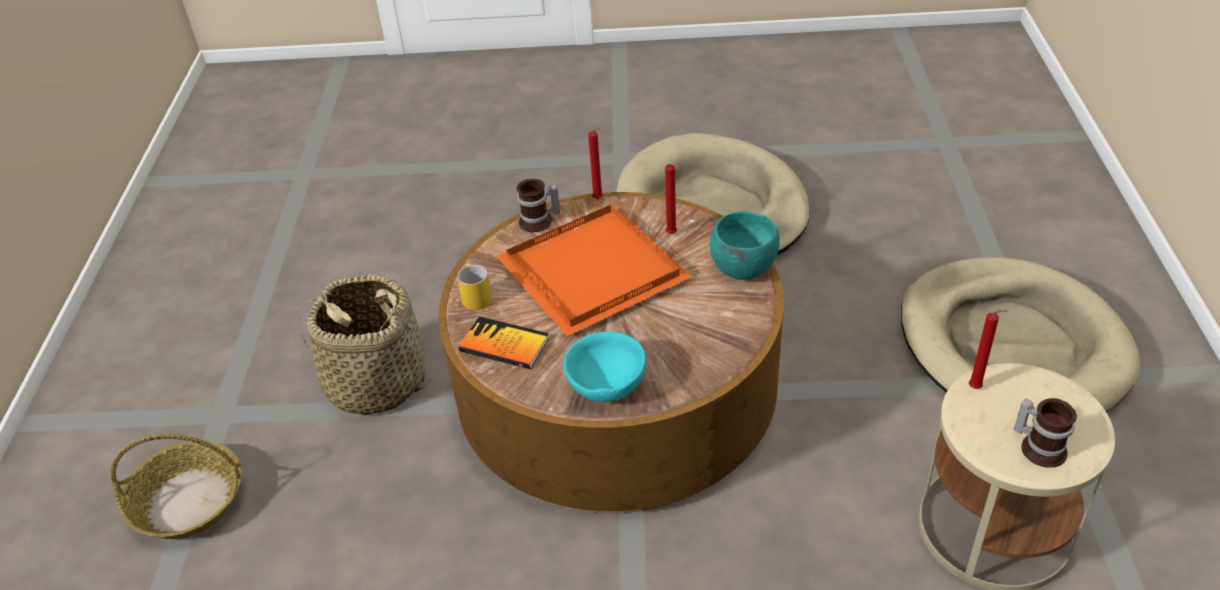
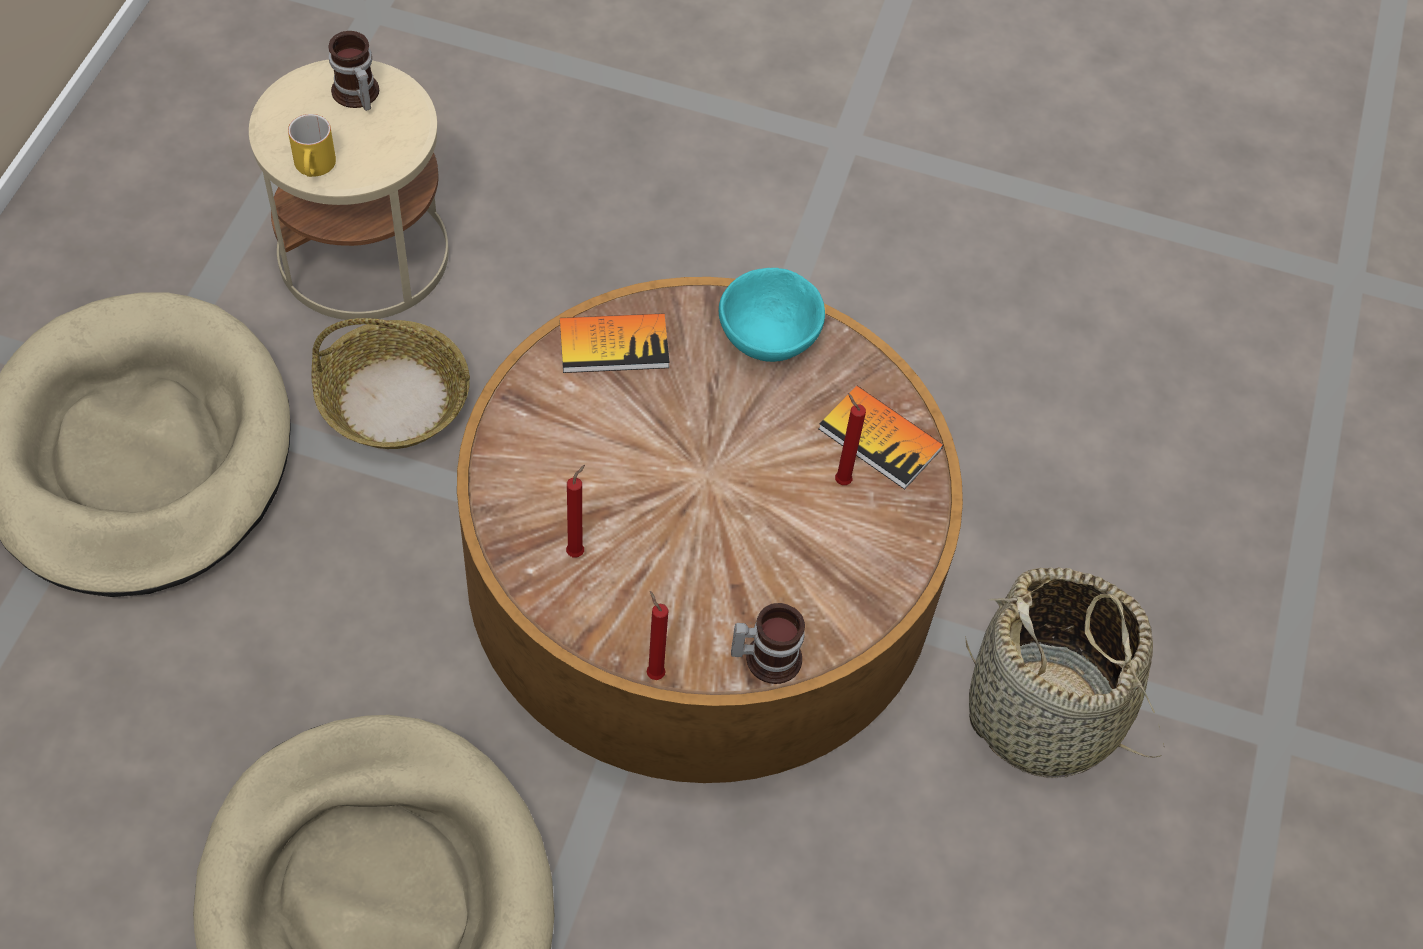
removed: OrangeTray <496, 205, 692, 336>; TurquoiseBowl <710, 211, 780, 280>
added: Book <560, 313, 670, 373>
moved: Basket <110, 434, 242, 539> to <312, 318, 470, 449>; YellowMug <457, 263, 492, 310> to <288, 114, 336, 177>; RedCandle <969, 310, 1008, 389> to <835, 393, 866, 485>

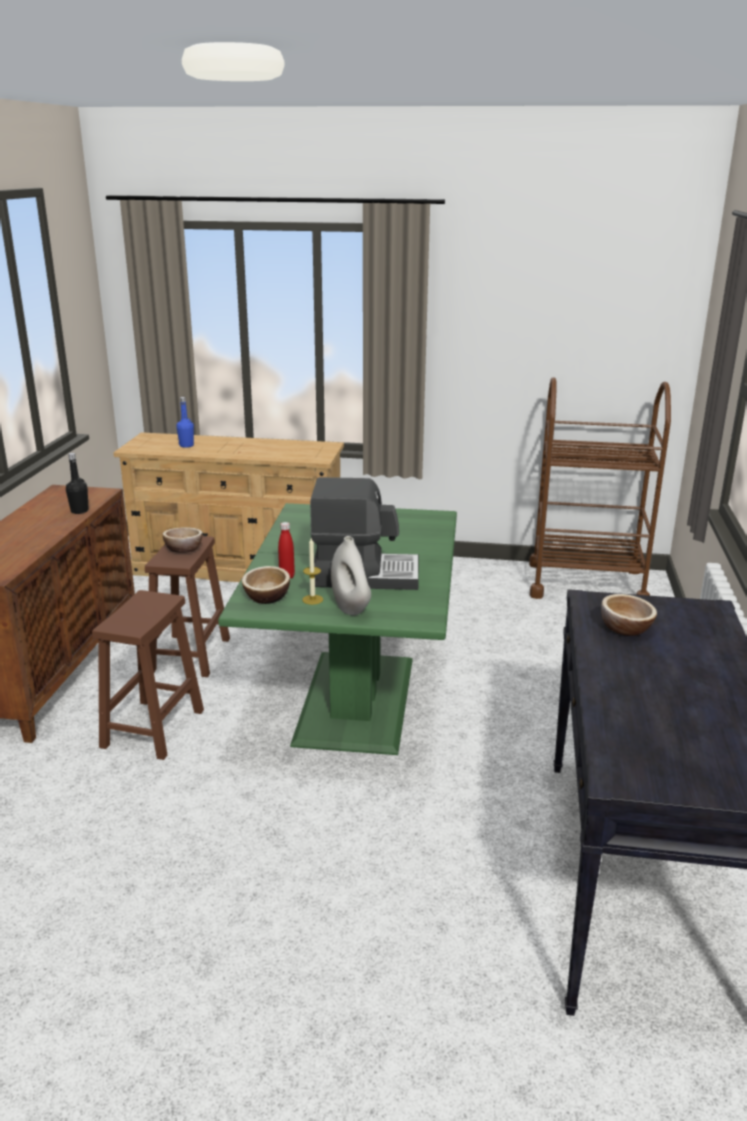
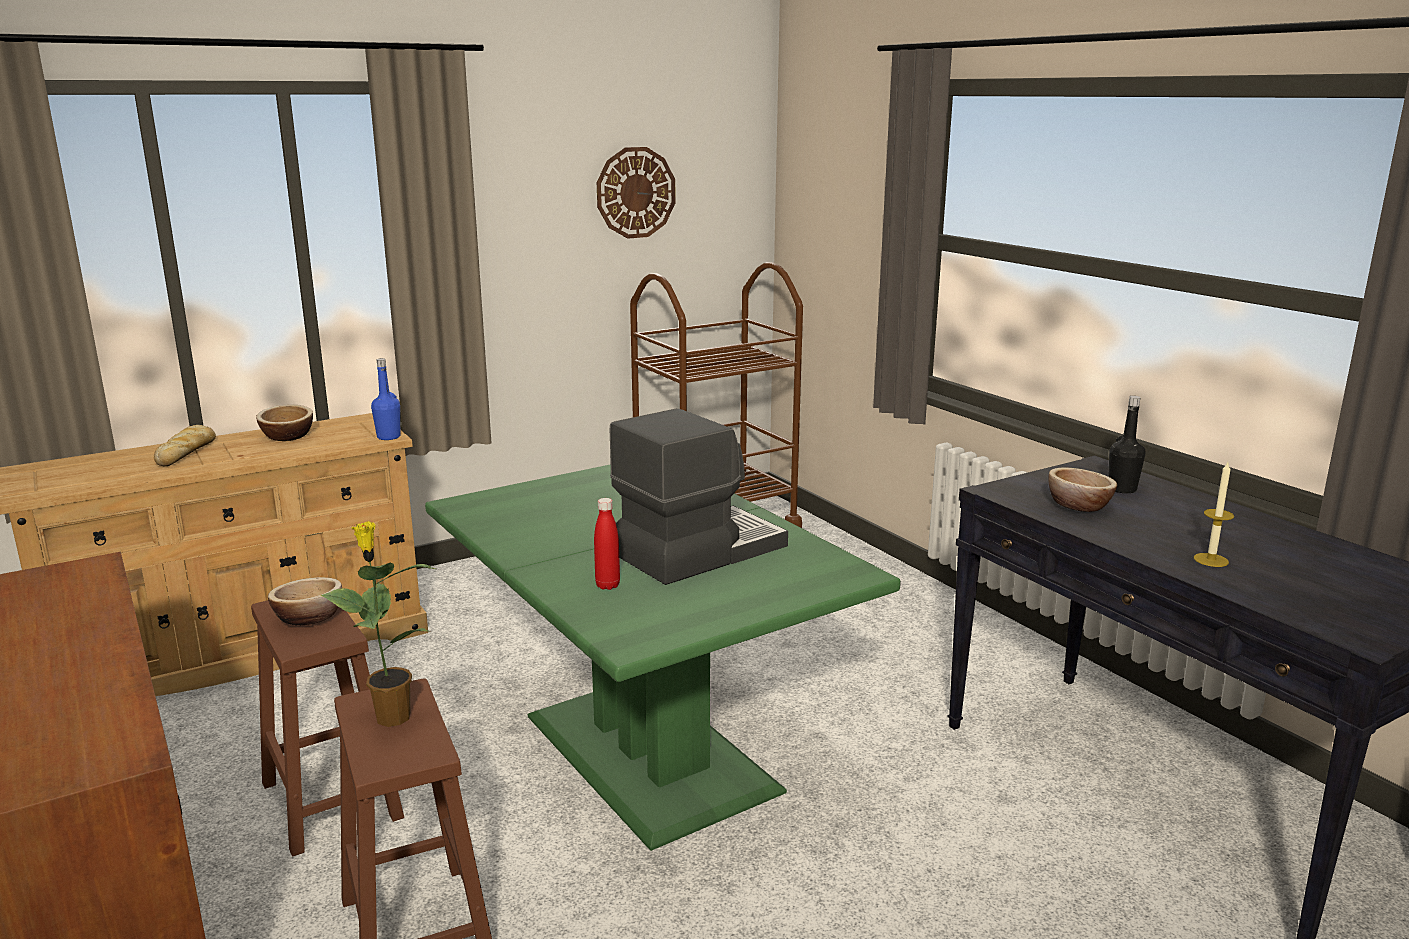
removed: WhiteVase <331, 536, 371, 615>
added: Bread <154, 425, 216, 466>; PottedPlant <321, 521, 435, 727>; WallClock <597, 147, 676, 239>
moved: BlackBottle <66, 453, 88, 514> to <1108, 396, 1145, 494>; BlueBottle <176, 397, 194, 448> to <371, 358, 400, 440>; Bowl <242, 566, 290, 604> to <256, 405, 313, 441>; Candle <303, 538, 323, 605> to <1194, 462, 1234, 567>

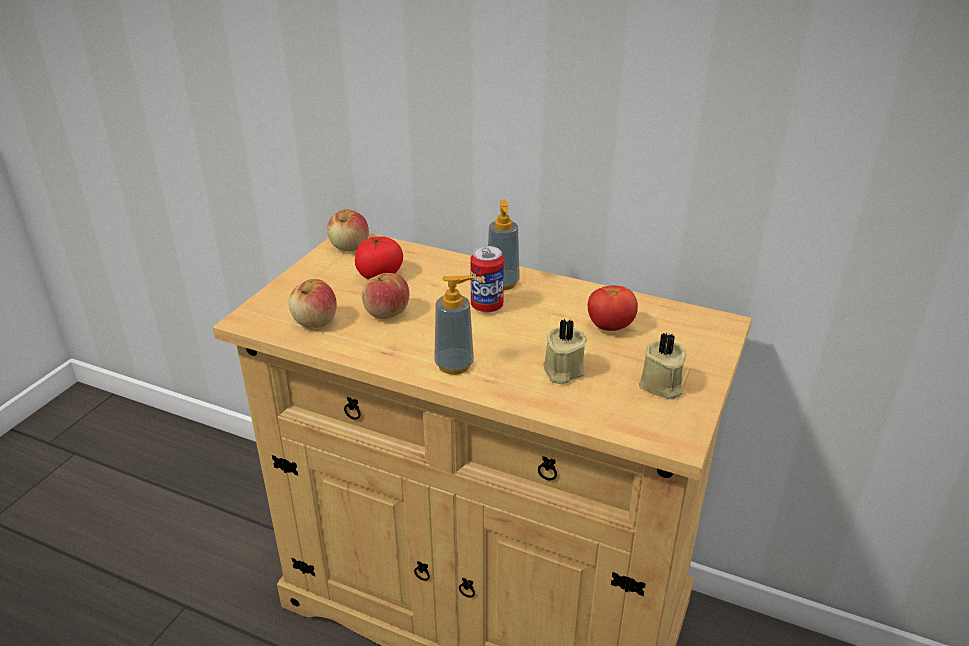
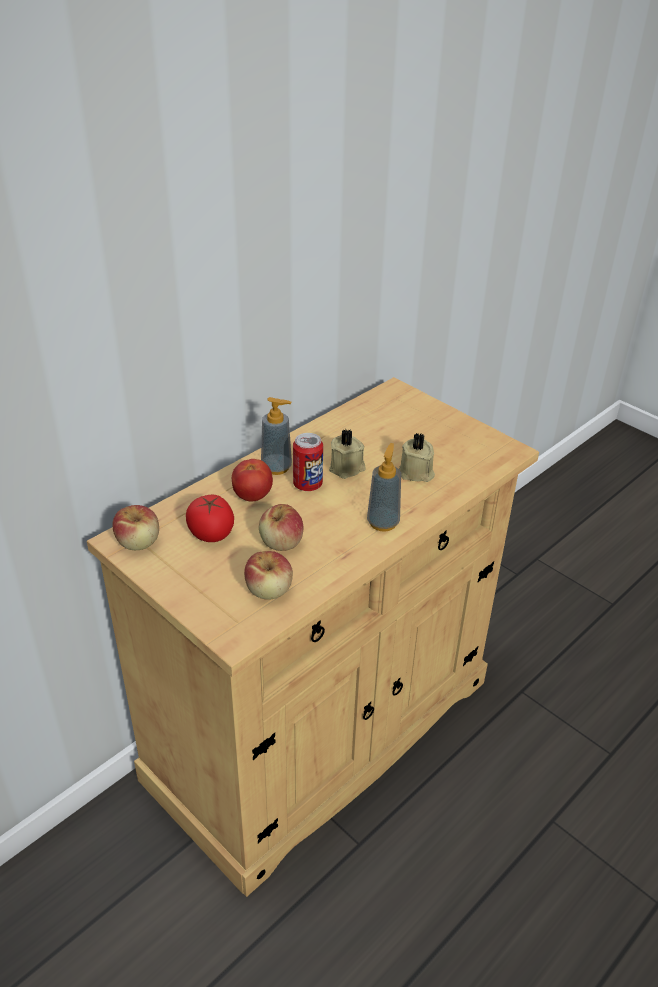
moved: Tomato <588, 285, 638, 331> to <232, 459, 273, 501>; BeigeCandle <639, 332, 687, 399> to <329, 429, 366, 479>

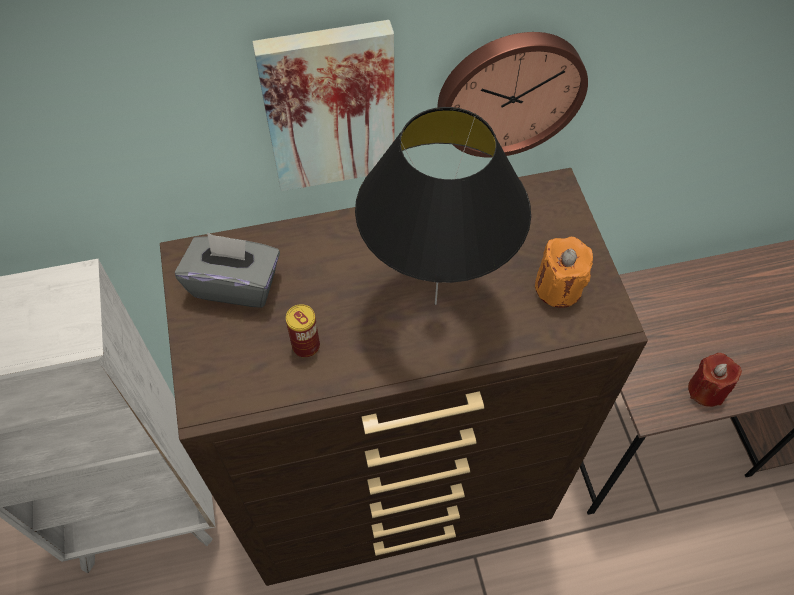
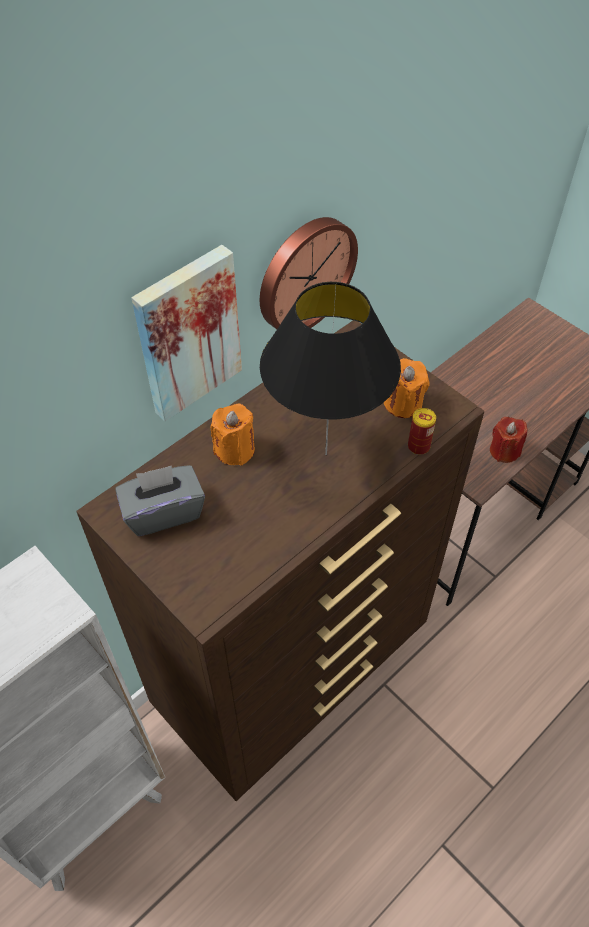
added: OrangeCandle <211, 403, 255, 465>
moved: Can <286, 304, 320, 358> to <408, 408, 436, 455>

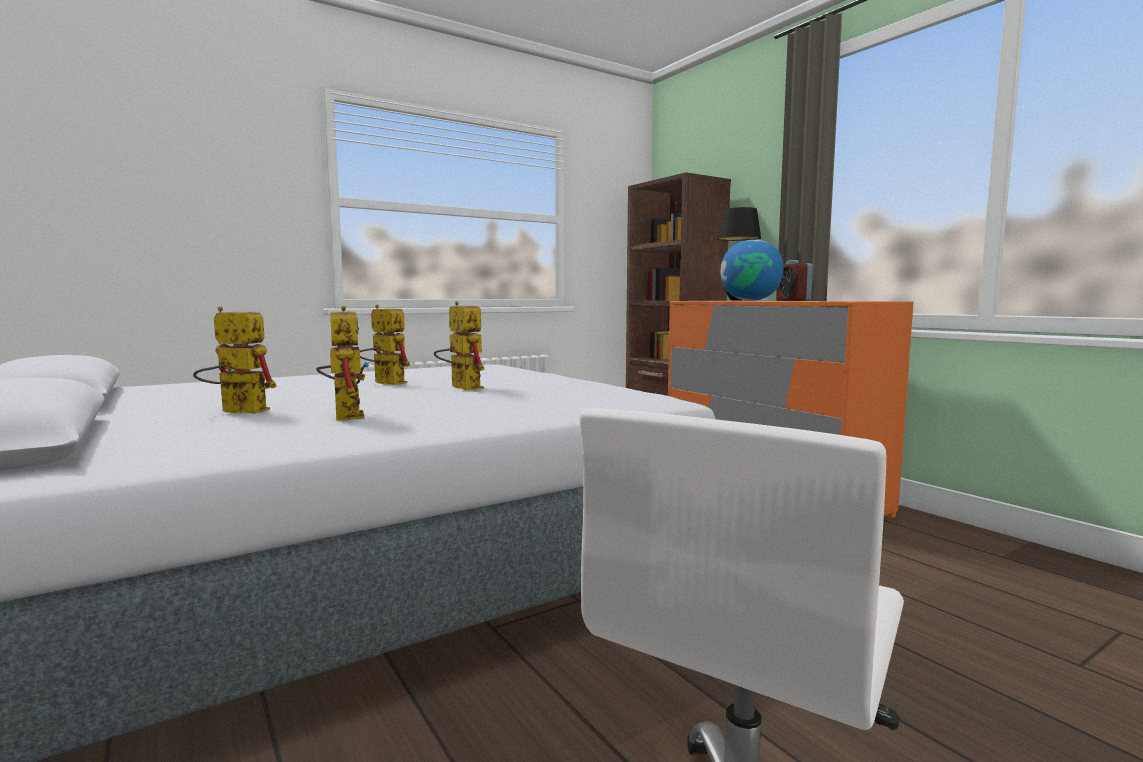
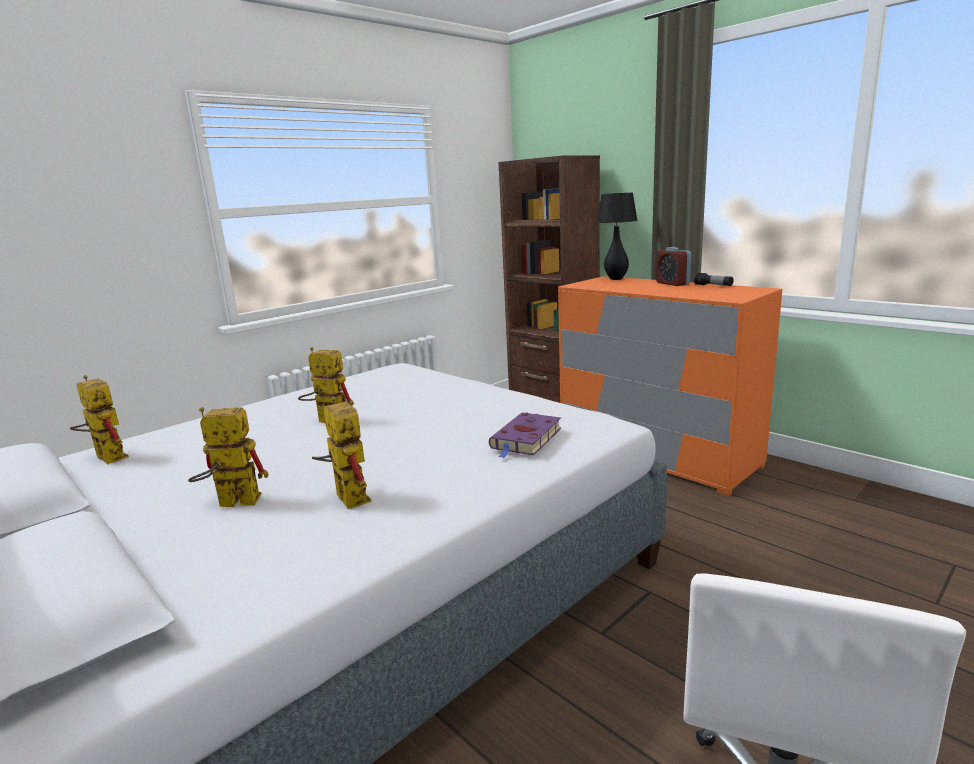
removed: Globe <720, 240, 783, 301>
added: PurpleBook <489, 412, 561, 458>; Flashlight <694, 273, 734, 286>
moved: ToyRobot <434, 301, 485, 391> to <70, 375, 129, 464>

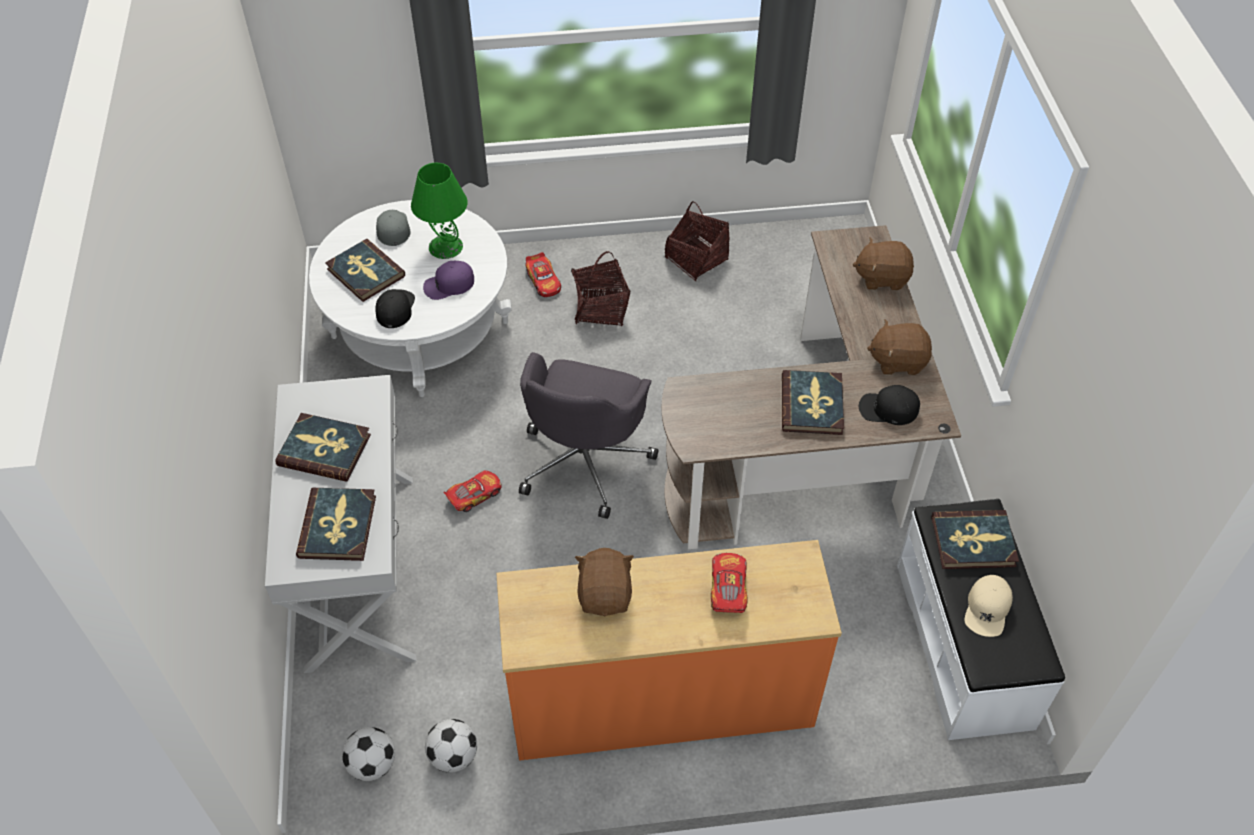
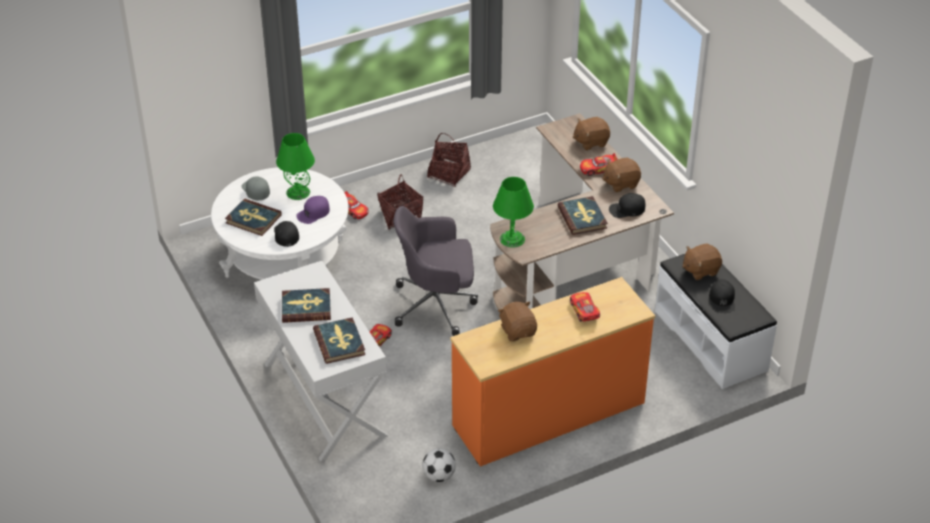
removed: Football <342, 727, 395, 781>
added: GreenTableLamp <493, 177, 534, 248>; ToyCar <580, 153, 618, 176>
replaced: Book <931, 510, 1019, 569> to BrownPlushToy <682, 243, 722, 280>
recoloured: BeigeCap <964, 575, 1013, 637> to BlackCap <709, 279, 735, 313>
turned: GreyOfficeChair <519, 352, 658, 519> = <393, 206, 478, 336> 90 degrees clockwise

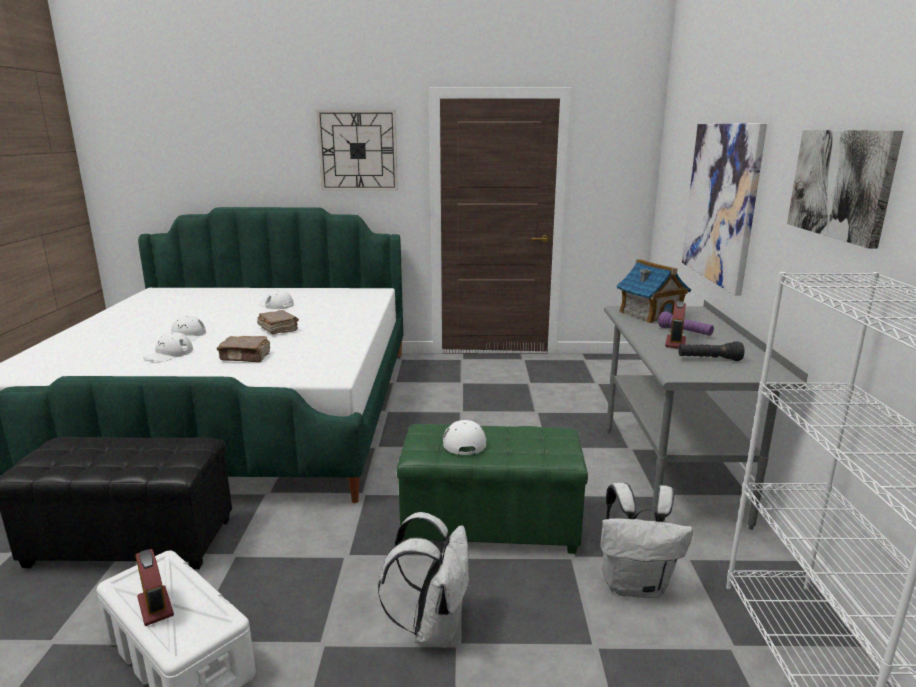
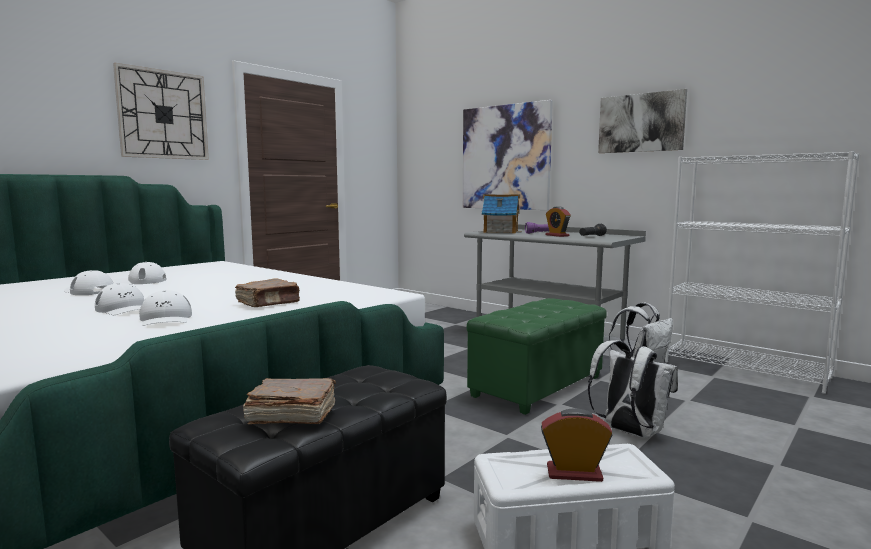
moved: BrownBook <257, 310, 299, 334> to <243, 378, 336, 424>; WhiteCap <443, 420, 486, 455> to <64, 270, 113, 295>

